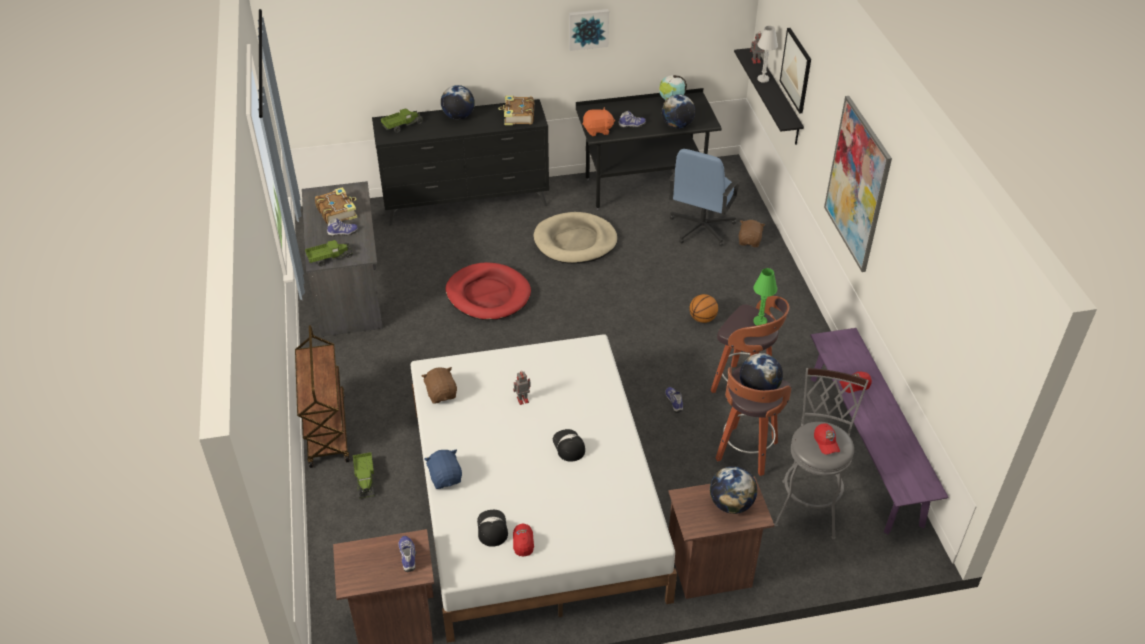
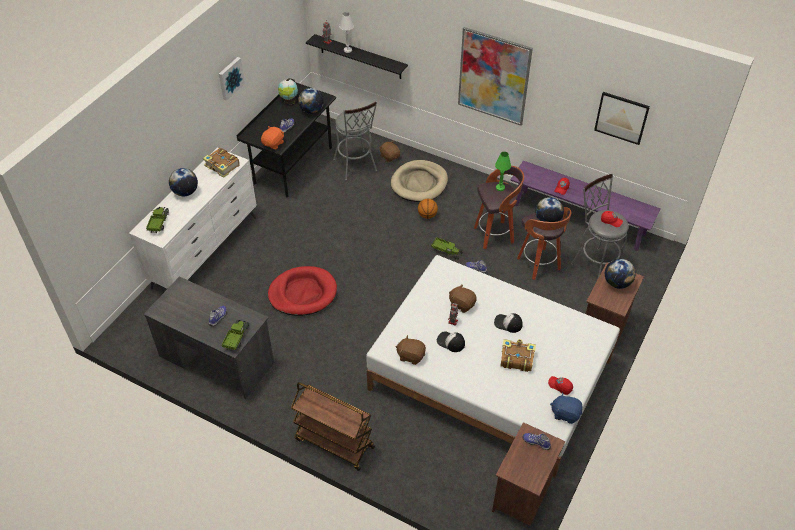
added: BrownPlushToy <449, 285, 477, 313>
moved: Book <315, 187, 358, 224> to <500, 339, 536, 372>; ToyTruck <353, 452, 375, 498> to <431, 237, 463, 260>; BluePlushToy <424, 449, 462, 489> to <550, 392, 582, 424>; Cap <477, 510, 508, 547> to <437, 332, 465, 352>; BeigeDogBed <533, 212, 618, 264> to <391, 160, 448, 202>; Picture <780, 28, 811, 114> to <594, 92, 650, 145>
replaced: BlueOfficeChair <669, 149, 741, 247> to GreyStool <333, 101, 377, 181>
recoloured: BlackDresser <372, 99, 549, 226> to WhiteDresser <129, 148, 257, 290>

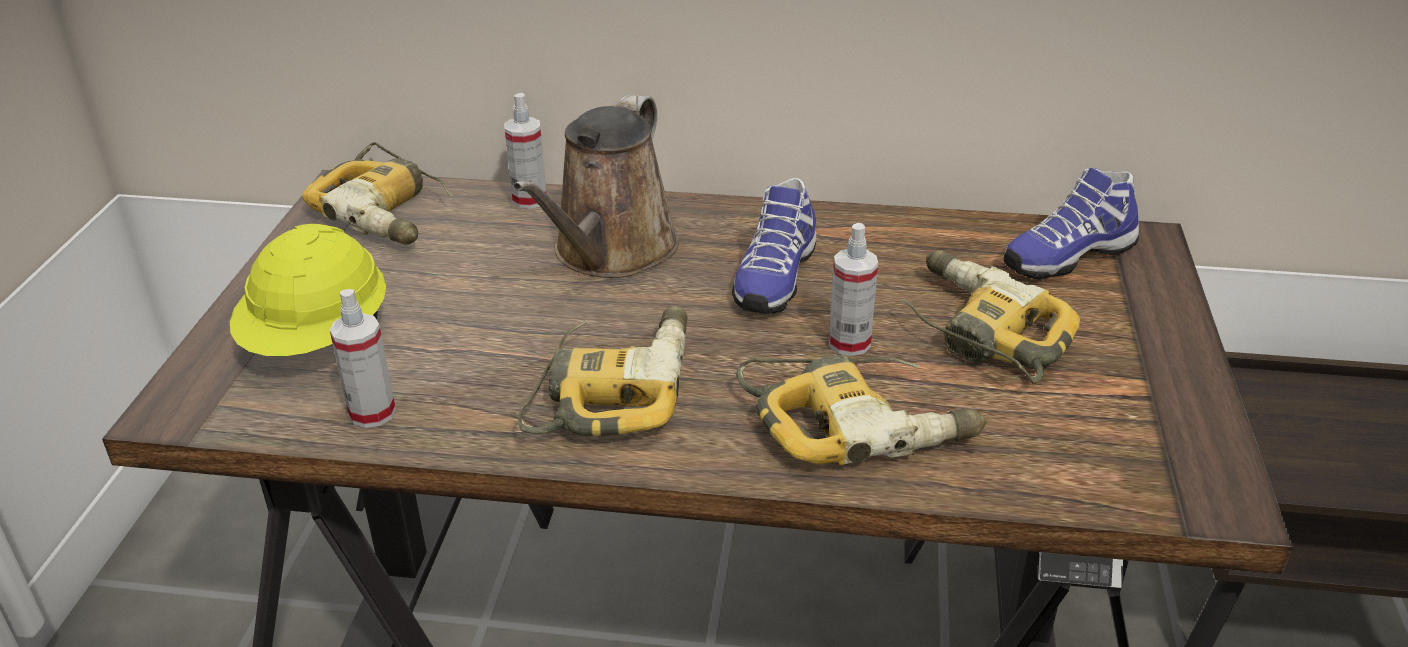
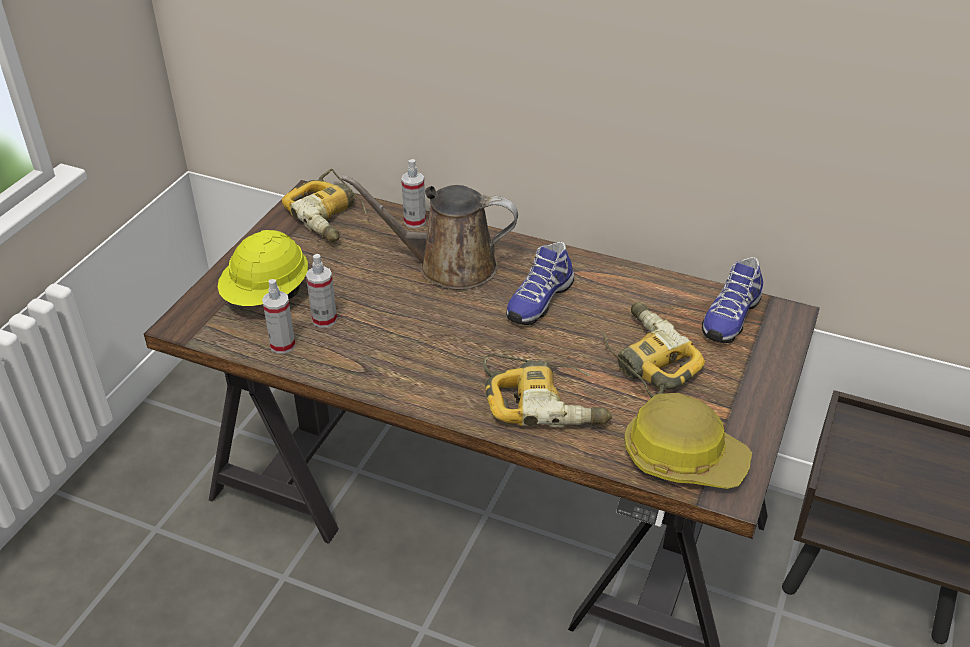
removed: PowerDrill <518, 306, 688, 436>
added: HardHat <624, 393, 752, 489>
moved: SprayBottle <829, 223, 878, 356> to <306, 254, 337, 328>
turned: BrownWateringCan <512, 94, 679, 278> = <342, 175, 518, 290> 60 degrees clockwise; Shoe <1003, 168, 1139, 280> = <702, 257, 763, 343> 45 degrees counterclockwise

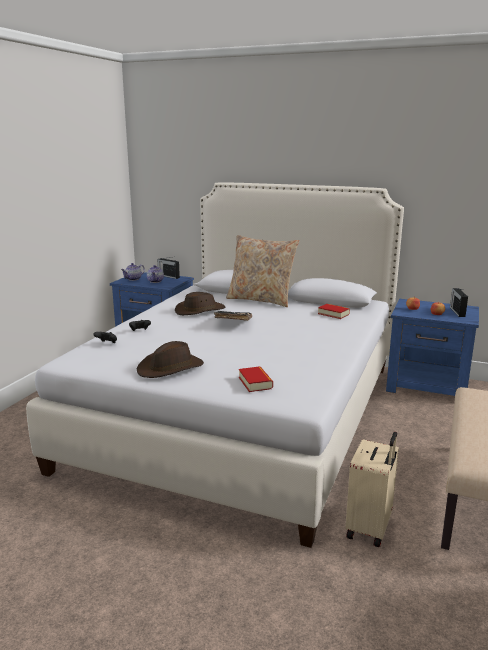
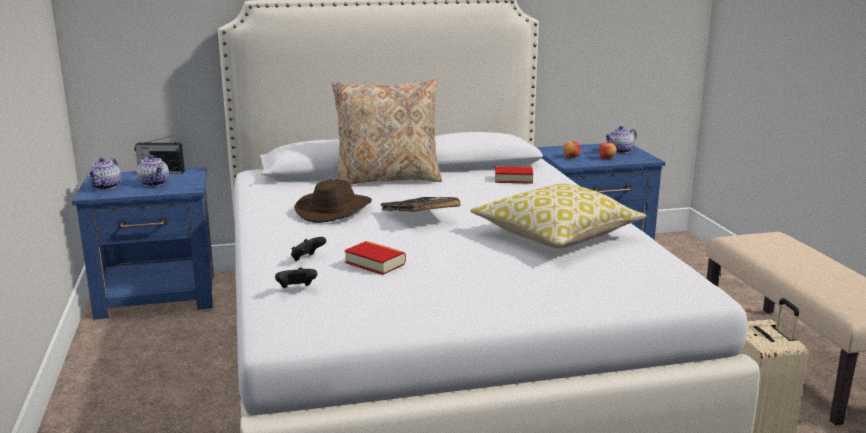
removed: BrownHat <137, 341, 204, 378>
added: Pillow <470, 184, 646, 248>
moved: Book <239, 366, 273, 392> to <344, 241, 406, 275>
replaced: Radio <450, 288, 468, 317> to Teapot <604, 126, 637, 154>

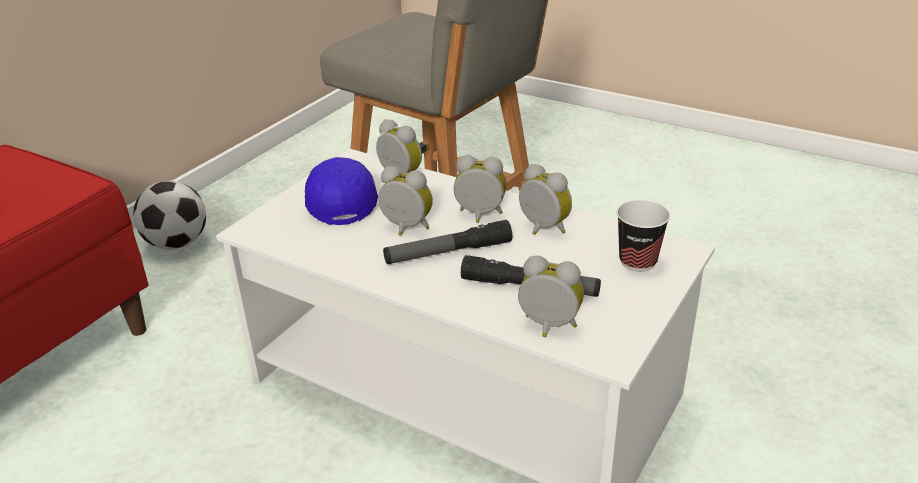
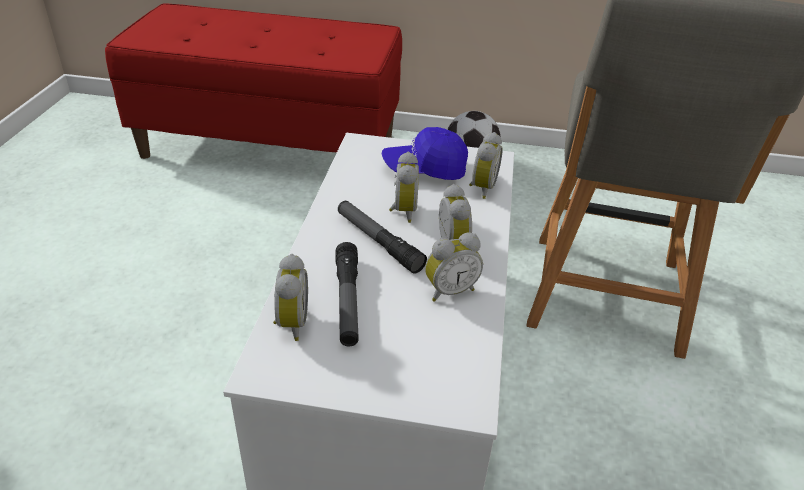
removed: Cup <617, 200, 670, 271>
turned: BlueCap <305, 157, 378, 225> = <382, 127, 468, 180> 150 degrees counterclockwise; AlarmClock <519, 164, 572, 235> = <425, 232, 483, 302> 45 degrees clockwise

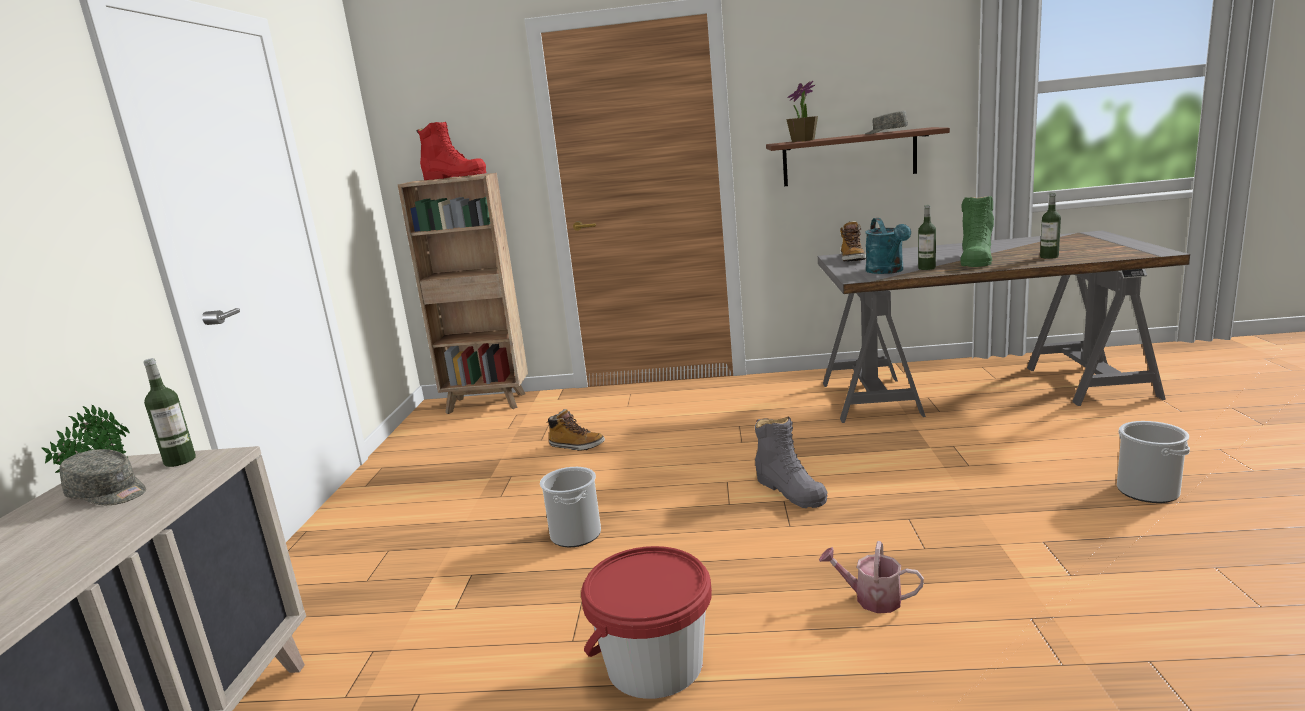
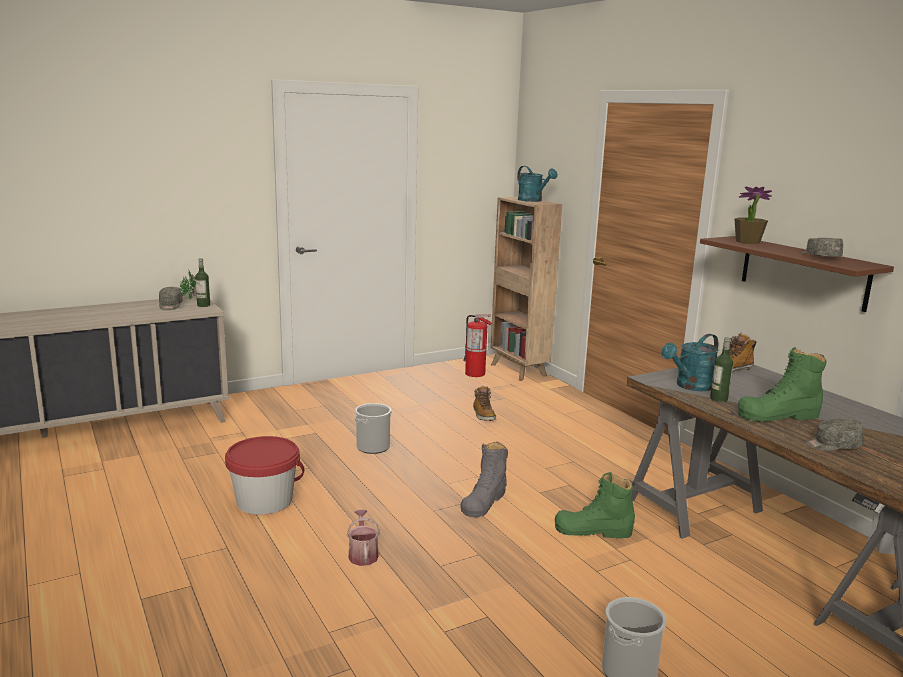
added: FireExtinguisher <463, 314, 492, 377>; GreenBoot <555, 472, 635, 539>
replaced: RedBoot <416, 122, 486, 180> to TurquoiseWateringCan <517, 166, 557, 202>; Bottle <1040, 193, 1061, 259> to GreyCap <806, 418, 864, 451>

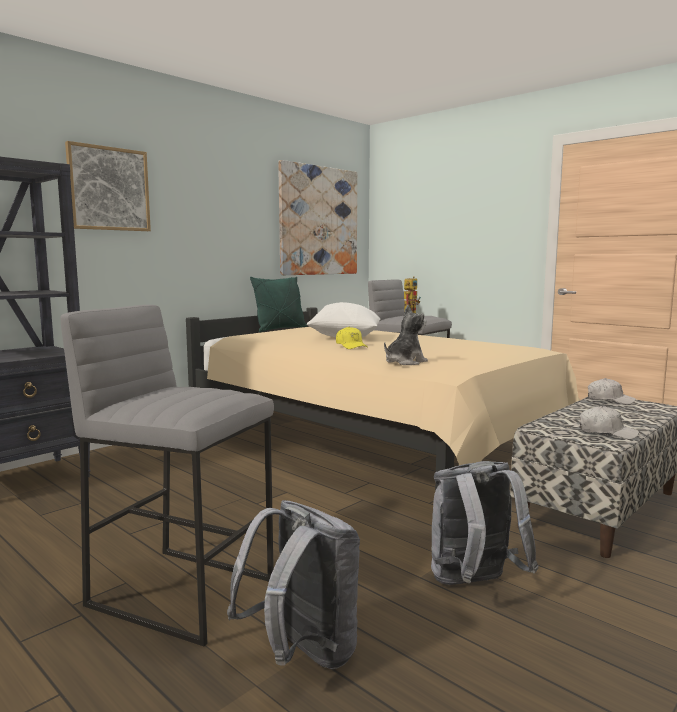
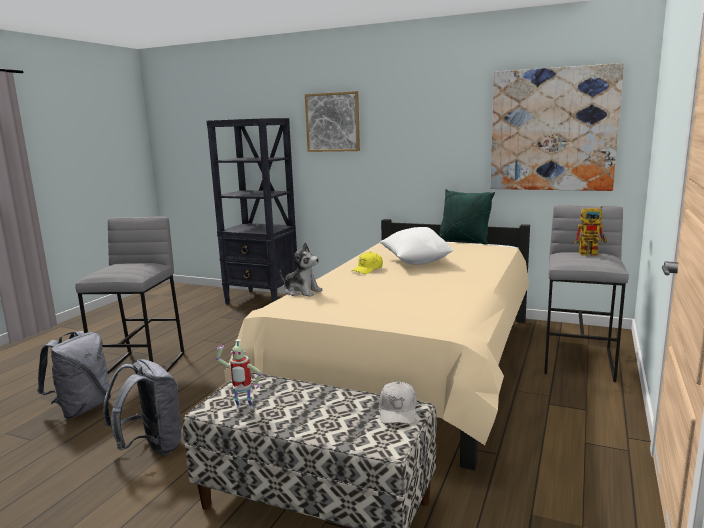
replaced: WhiteCap <580, 406, 639, 440> to ToyRobot <216, 339, 262, 409>

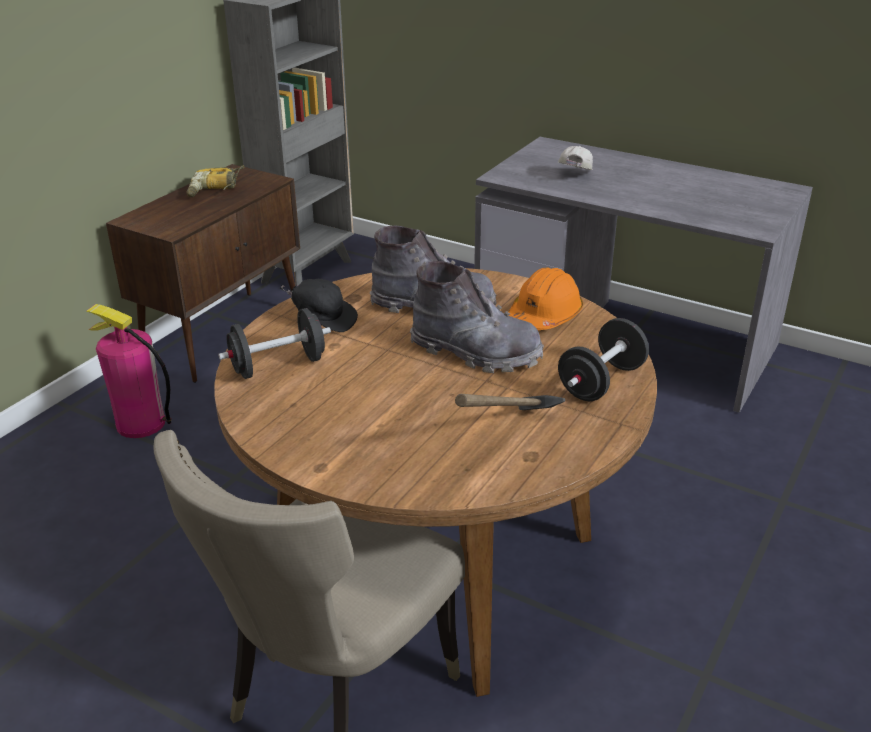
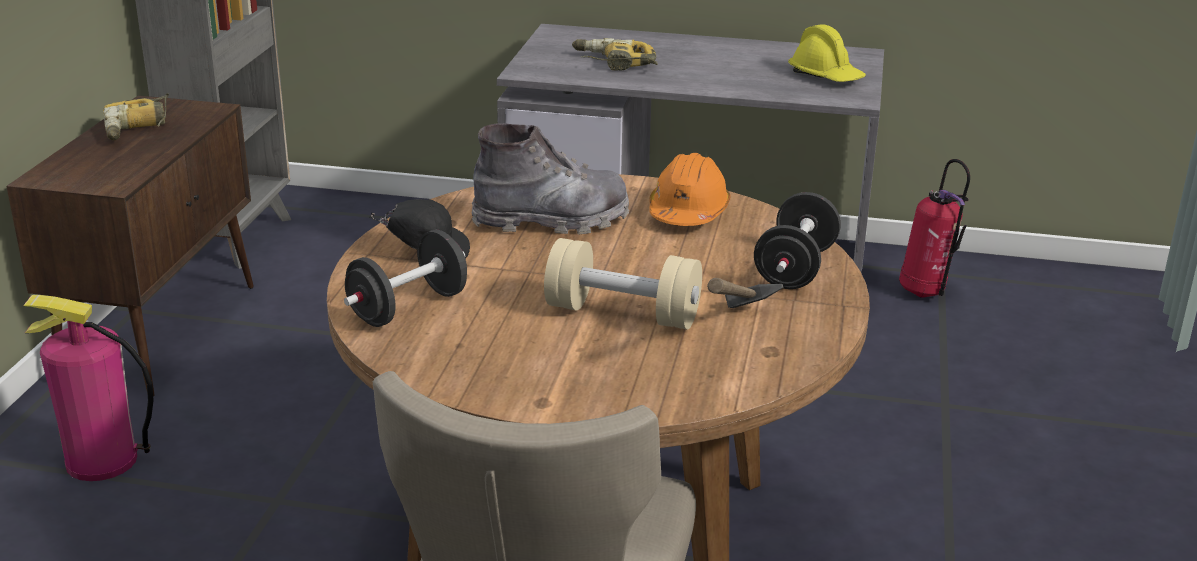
removed: GreyBoot <410, 261, 544, 373>
added: BeigeDumbbell <544, 238, 702, 329>; YellowHardHat <788, 24, 866, 82>; FireExtinguisher <899, 159, 970, 298>
replaced: WhiteCap <558, 146, 593, 170> to PowerDrill <572, 38, 658, 71>

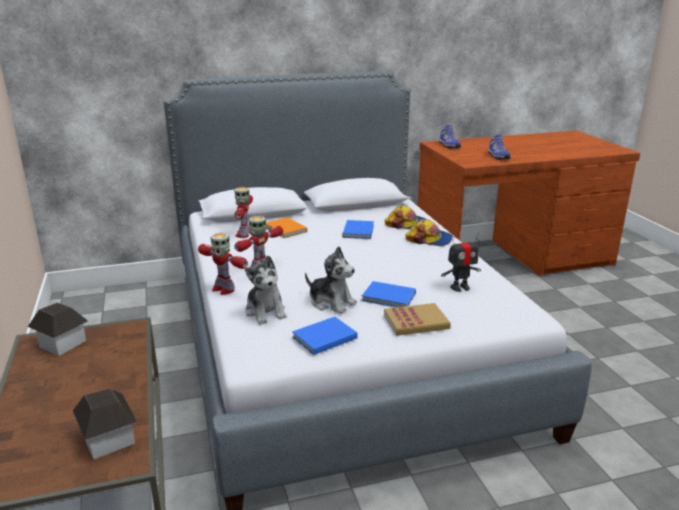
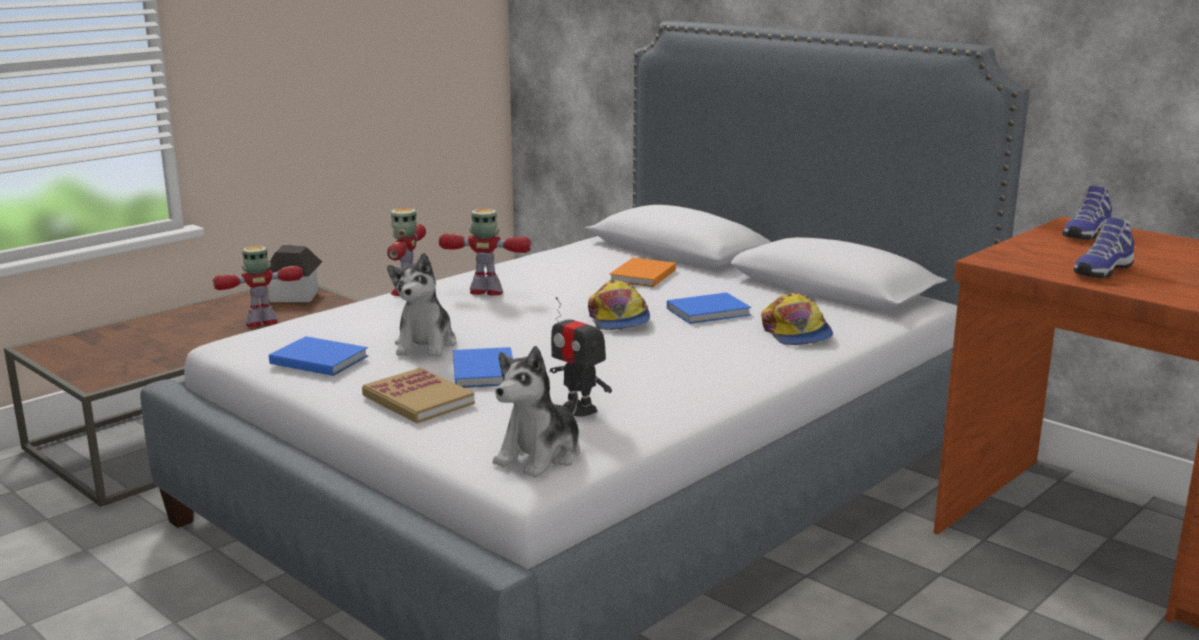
removed: ToyHouse <73, 388, 137, 460>
moved: ToyRobot <234, 187, 253, 238> to <213, 246, 303, 327>; PlushToy <245, 255, 287, 325> to <493, 346, 580, 478>; Cap <406, 219, 453, 246> to <588, 280, 650, 330>

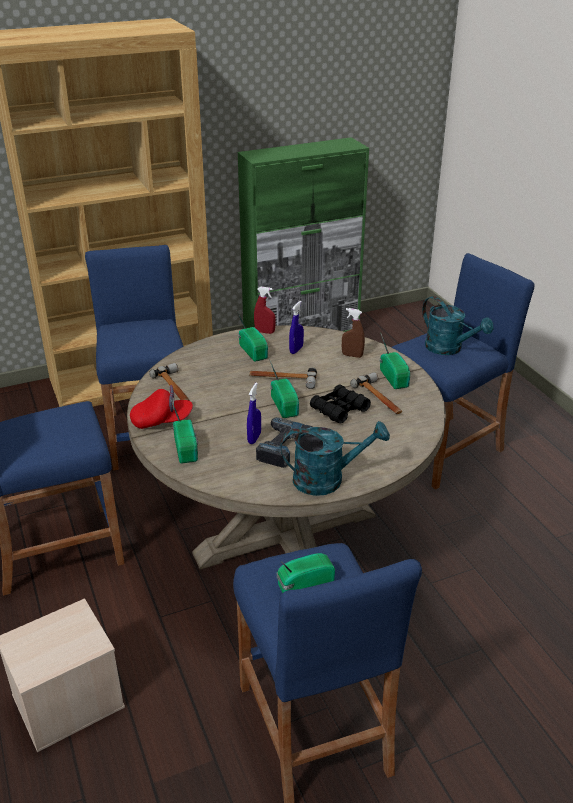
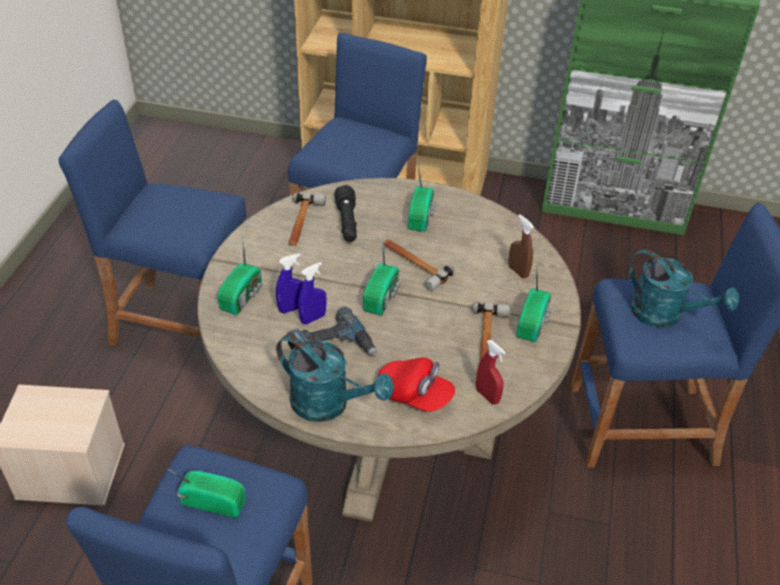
removed: BlackBinoculars <310, 384, 371, 423>
added: BlackFlashlight <334, 185, 357, 242>
moved: RedCap <130, 385, 193, 429> to <378, 357, 455, 412>; RedSprayBottle <254, 287, 276, 334> to <476, 340, 506, 405>; BlueSprayBottle <289, 301, 304, 354> to <276, 253, 303, 313>
turned: TurquoiseWateringCan <422, 296, 493, 355> = <629, 249, 739, 328> 45 degrees counterclockwise

